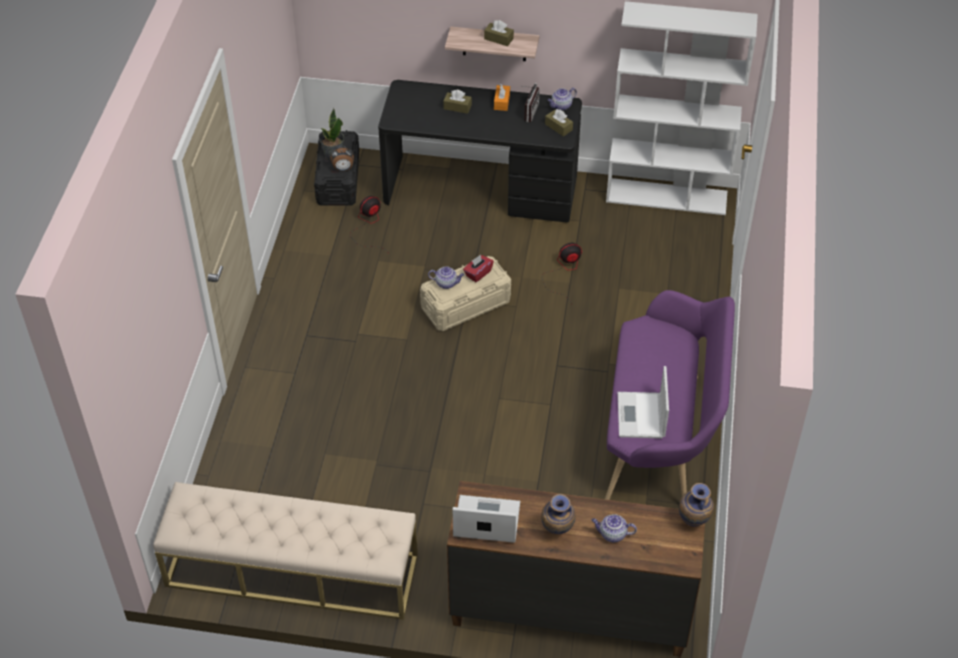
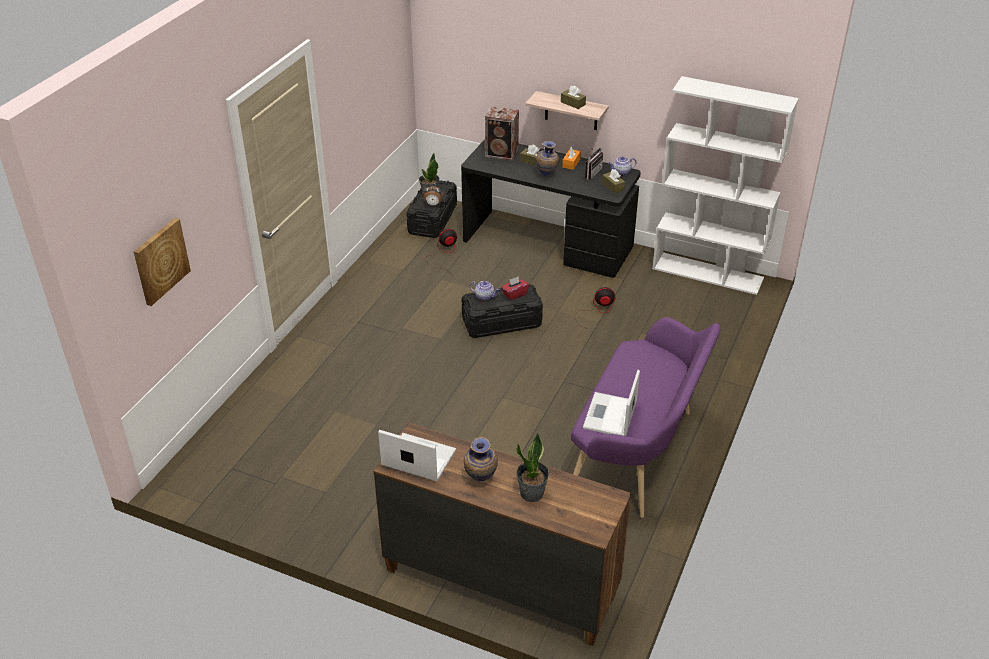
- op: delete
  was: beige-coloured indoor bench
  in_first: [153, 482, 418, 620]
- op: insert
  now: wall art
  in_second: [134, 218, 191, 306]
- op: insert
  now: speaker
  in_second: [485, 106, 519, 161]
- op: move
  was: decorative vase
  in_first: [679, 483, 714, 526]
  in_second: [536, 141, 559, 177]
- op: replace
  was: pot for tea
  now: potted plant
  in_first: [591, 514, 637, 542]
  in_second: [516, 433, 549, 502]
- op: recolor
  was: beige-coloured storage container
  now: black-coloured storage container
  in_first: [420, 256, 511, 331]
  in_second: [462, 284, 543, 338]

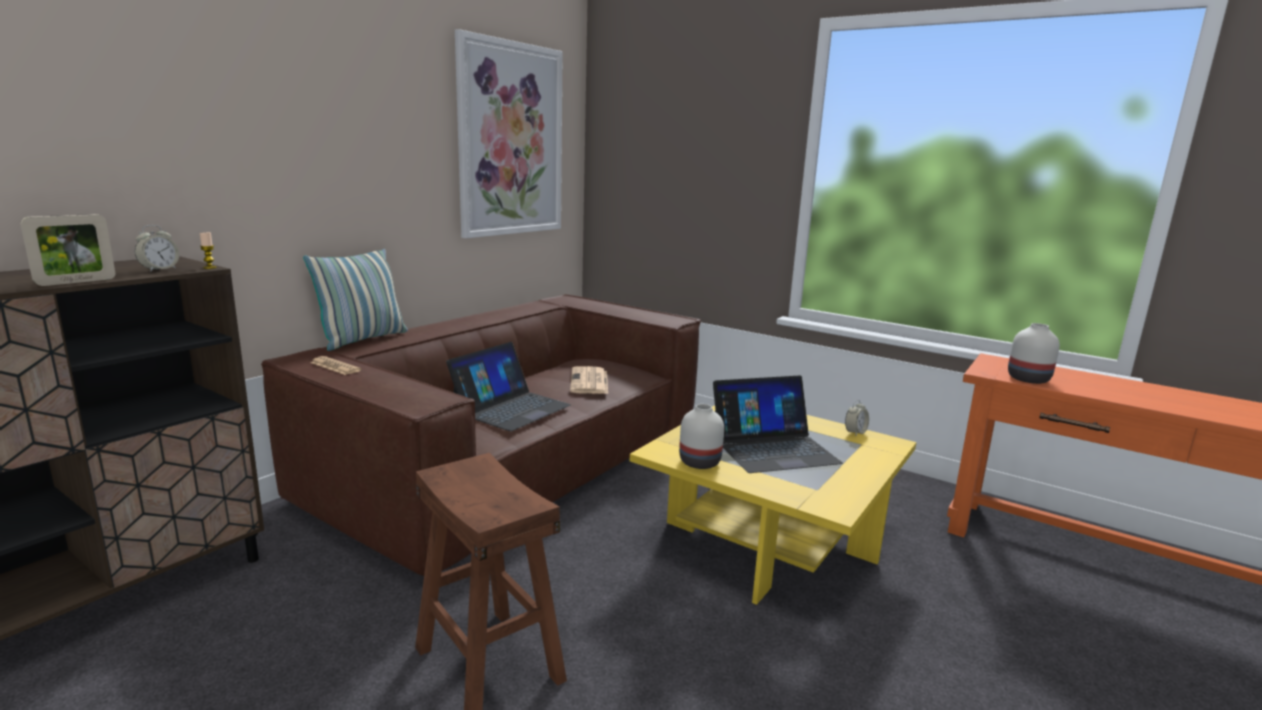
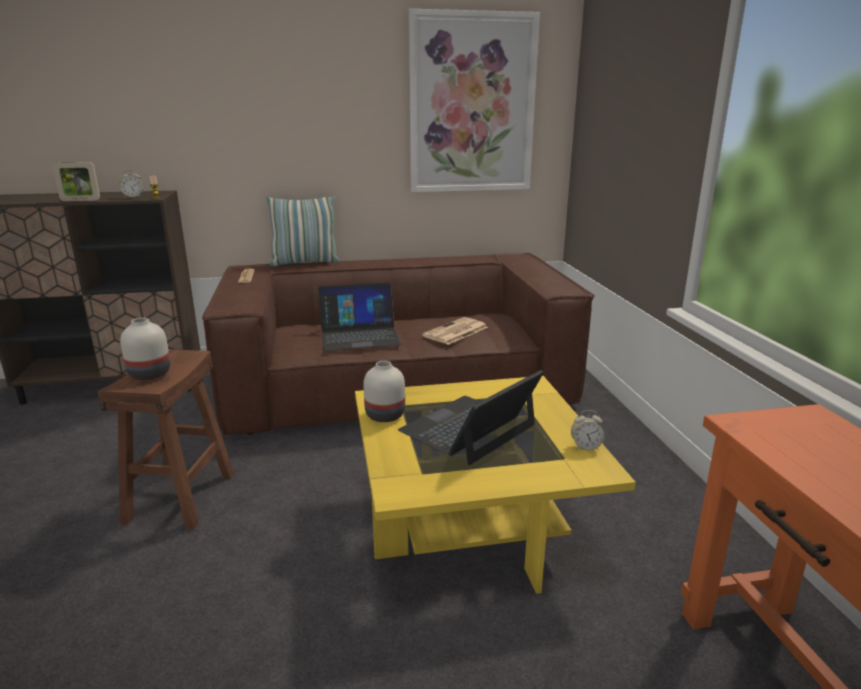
- op: move
  was: white-coloured decorative vase
  in_first: [1008, 323, 1060, 384]
  in_second: [120, 318, 170, 380]
- op: rotate
  was: laptop
  in_first: [713, 376, 843, 473]
  in_second: [398, 370, 544, 465]
  clockwise: 105

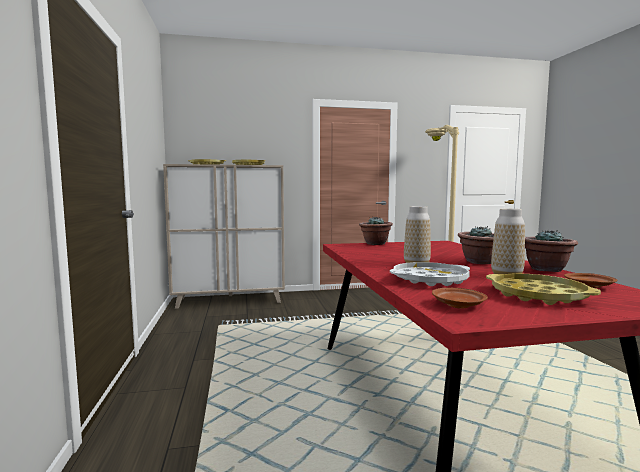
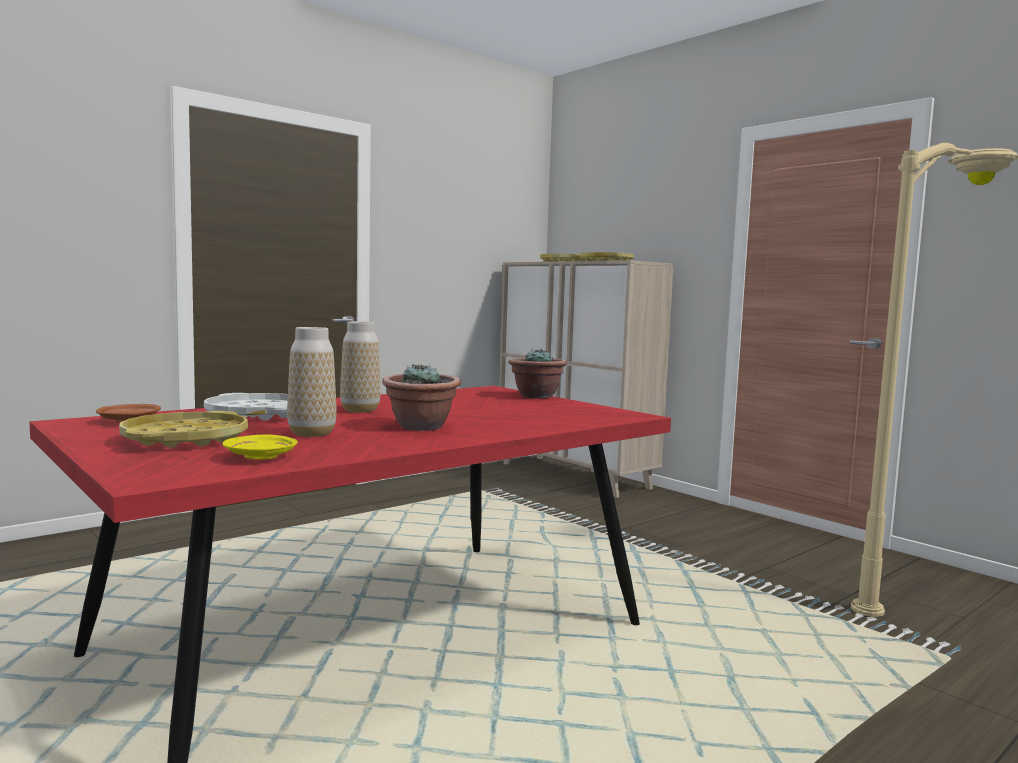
- op: delete
  was: potted plant
  in_first: [525, 229, 578, 272]
- op: recolor
  was: brown plate
  now: yellowish plate
  in_first: [564, 273, 617, 288]
  in_second: [223, 434, 298, 460]

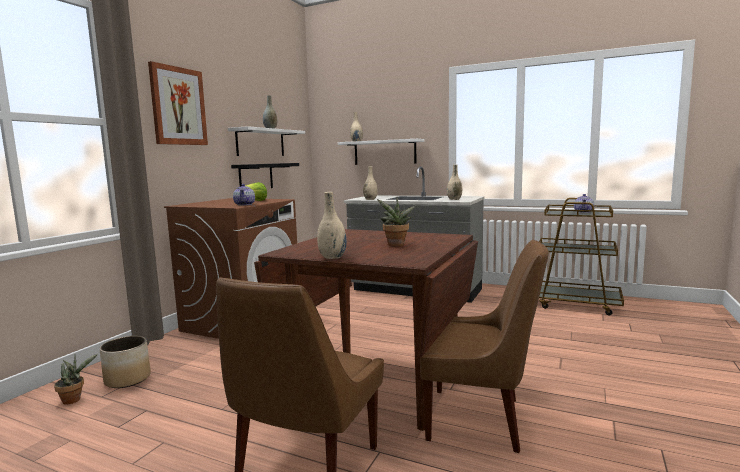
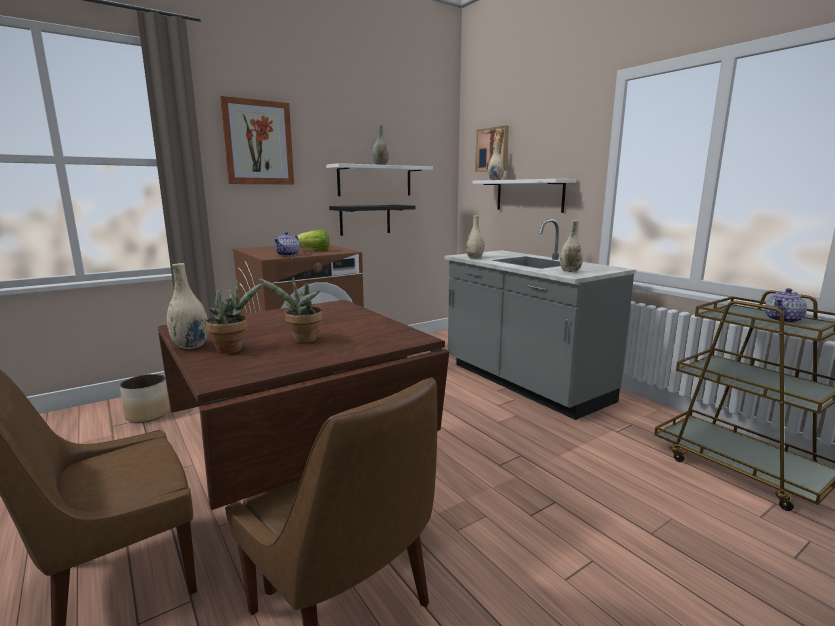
- op: insert
  now: wall art
  in_second: [475, 125, 509, 172]
- op: move
  was: potted plant
  in_first: [54, 354, 98, 405]
  in_second: [205, 279, 263, 354]

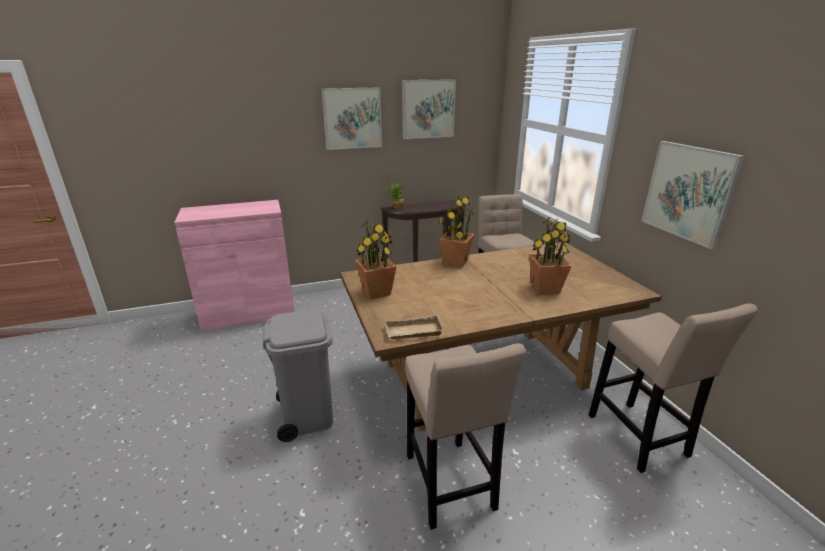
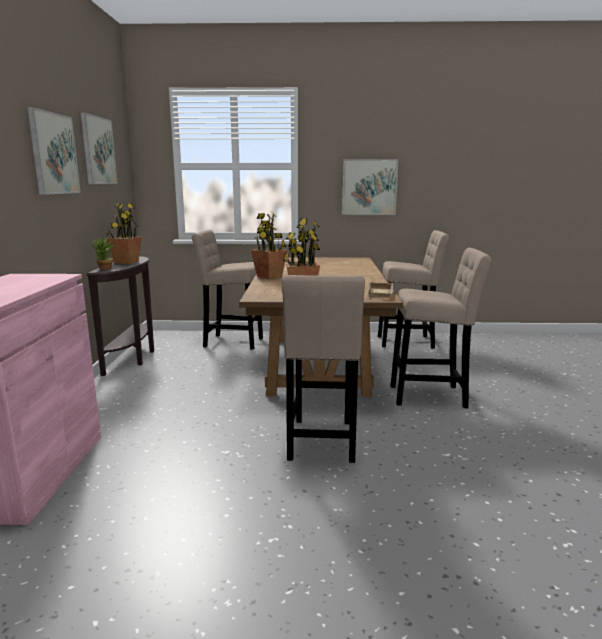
- op: move
  was: potted plant
  in_first: [529, 217, 572, 295]
  in_second: [106, 201, 142, 264]
- op: replace
  was: grey waste bin
  now: beige-coloured stool
  in_first: [263, 309, 333, 442]
  in_second: [282, 275, 365, 463]

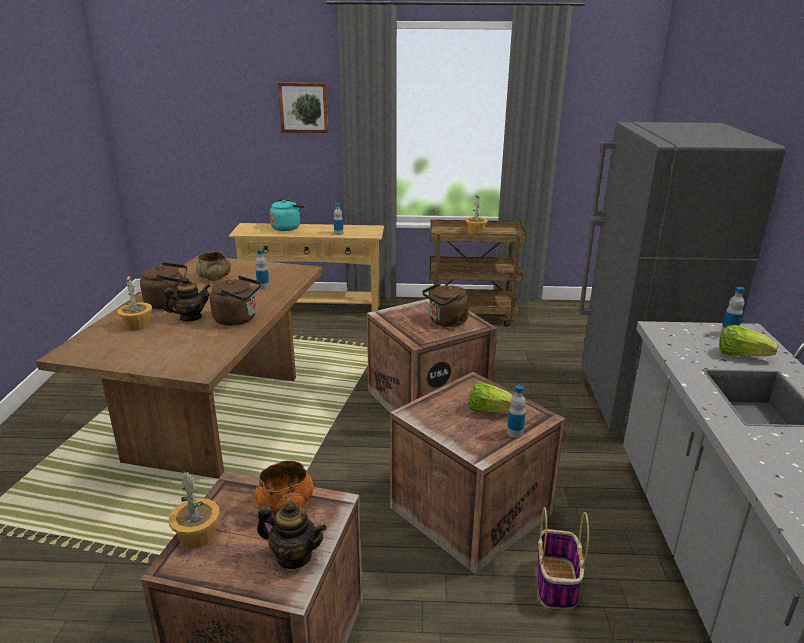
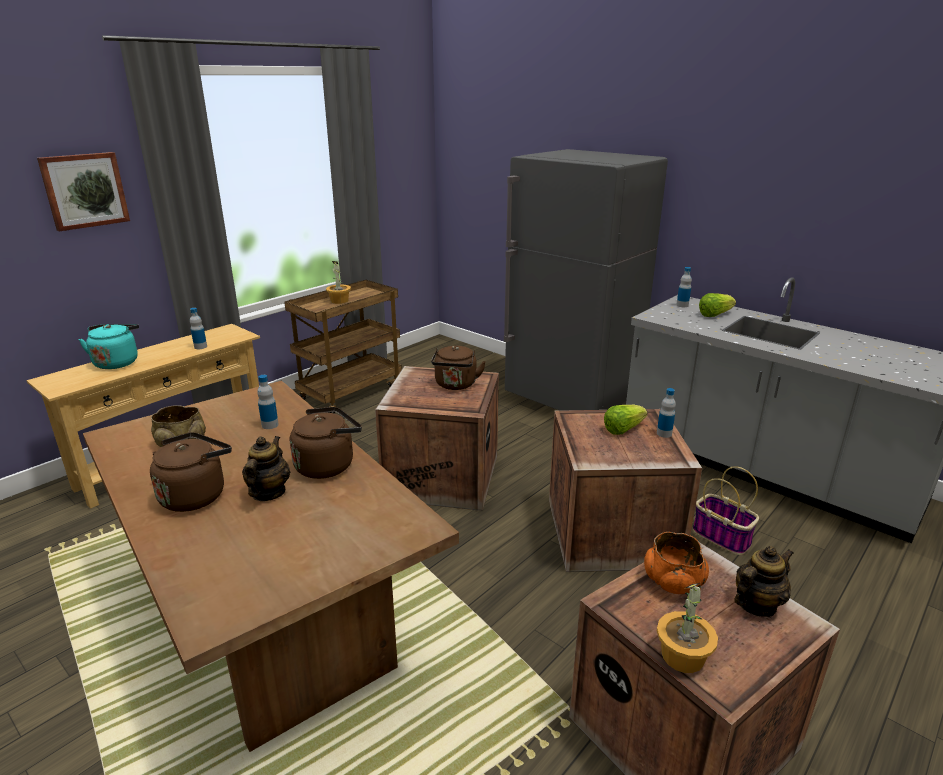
- op: delete
  was: potted plant
  in_first: [117, 274, 152, 330]

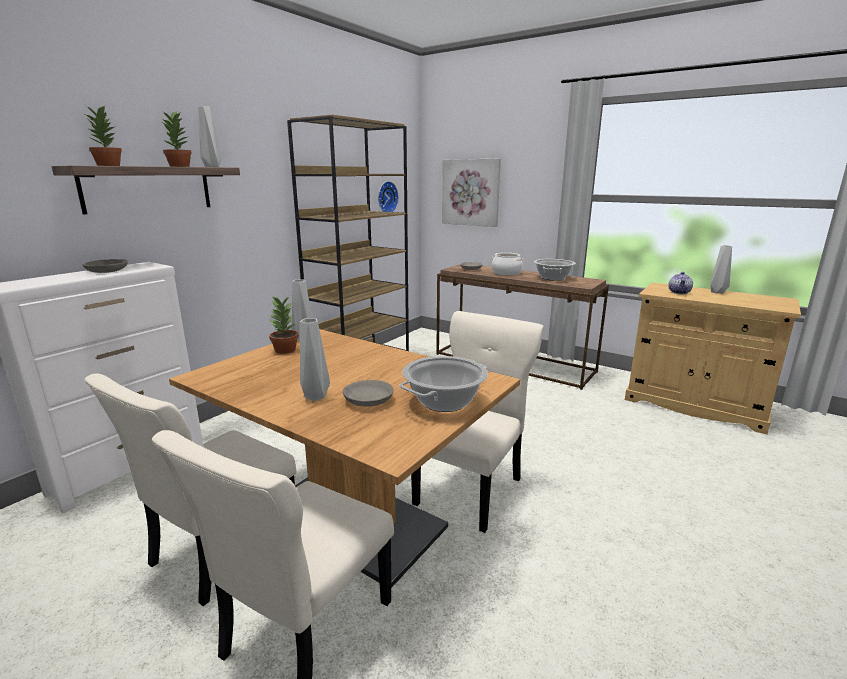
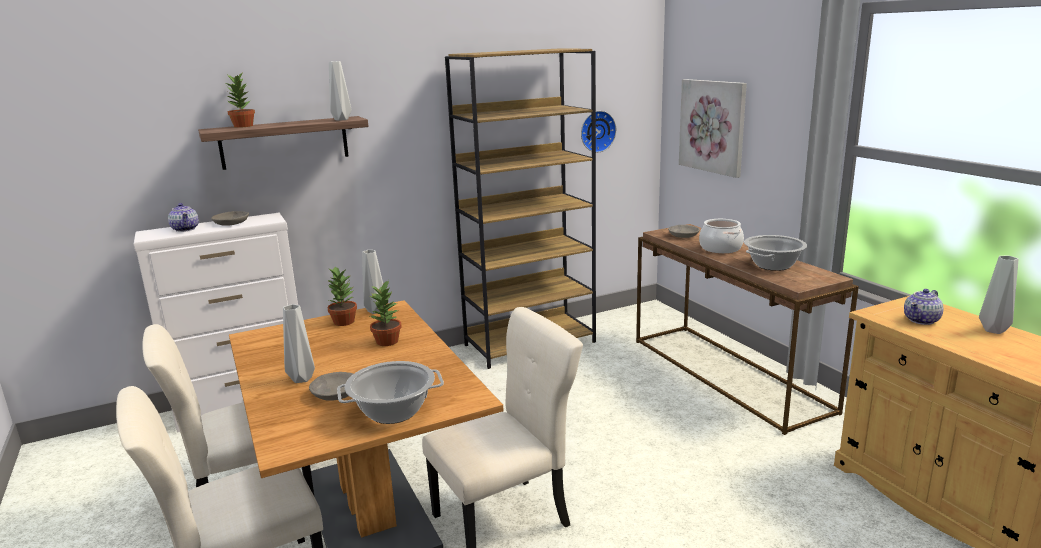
- op: insert
  now: pot for tea
  in_second: [168, 203, 199, 232]
- op: move
  was: potted plant
  in_first: [162, 110, 192, 167]
  in_second: [370, 280, 402, 346]

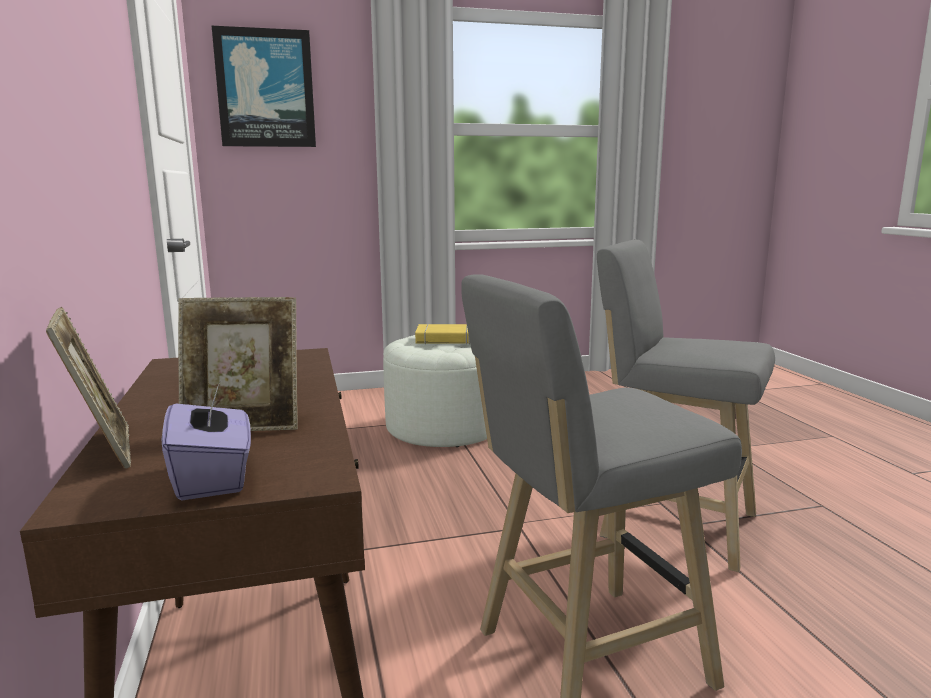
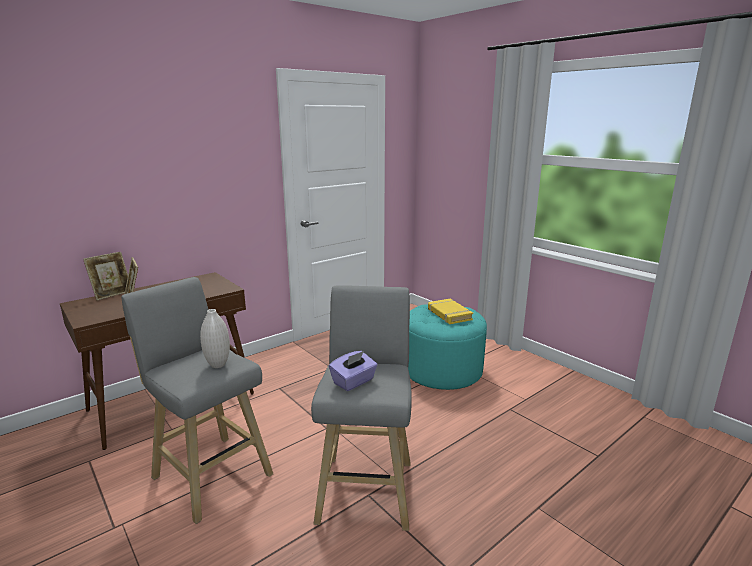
- op: delete
  was: wall art
  in_first: [212, 26, 316, 147]
- op: insert
  now: white-coloured decorative vase
  in_second: [200, 309, 230, 368]
- op: move
  was: purple tissue box
  in_first: [161, 382, 251, 500]
  in_second: [329, 351, 378, 391]
- op: recolor
  was: white-coloured pouffe
  now: turquoise-coloured pouffe
  in_first: [383, 335, 487, 447]
  in_second: [408, 304, 487, 390]

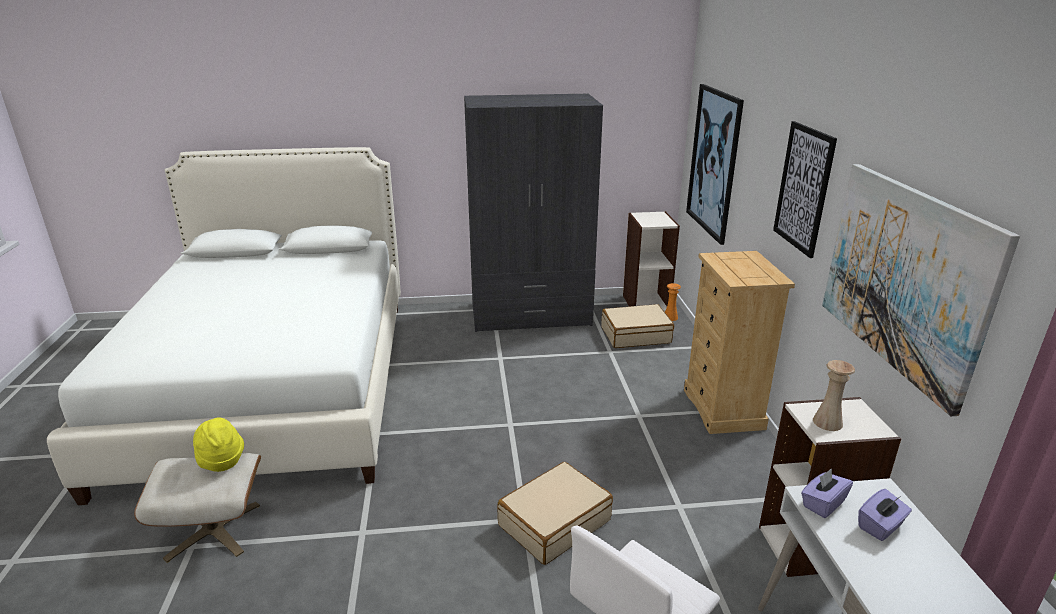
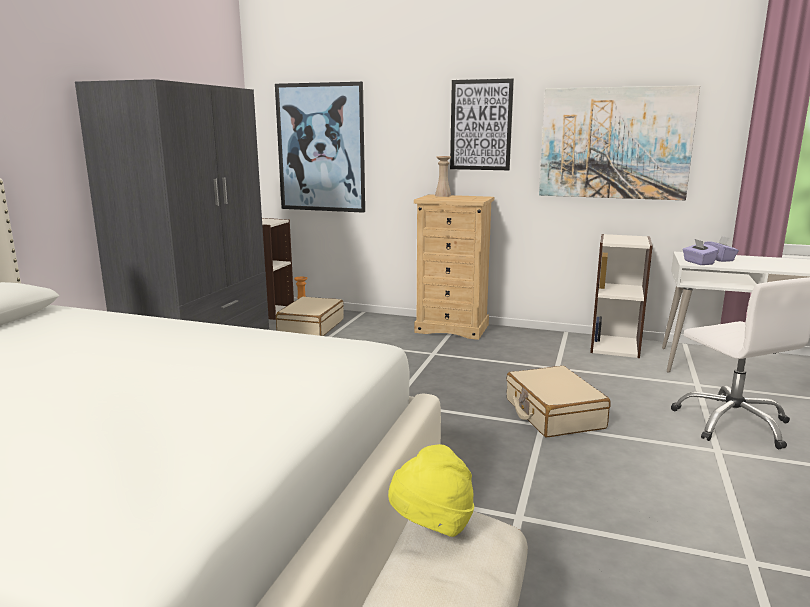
- op: move
  was: beige-coloured decorative vase
  in_first: [813, 360, 855, 431]
  in_second: [435, 156, 451, 197]

